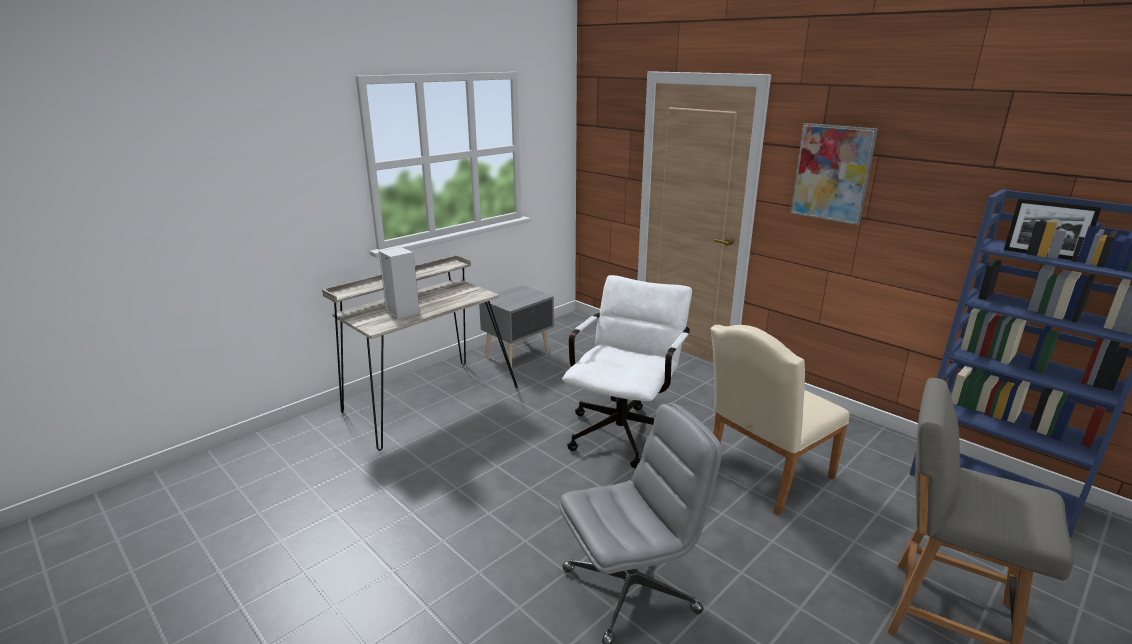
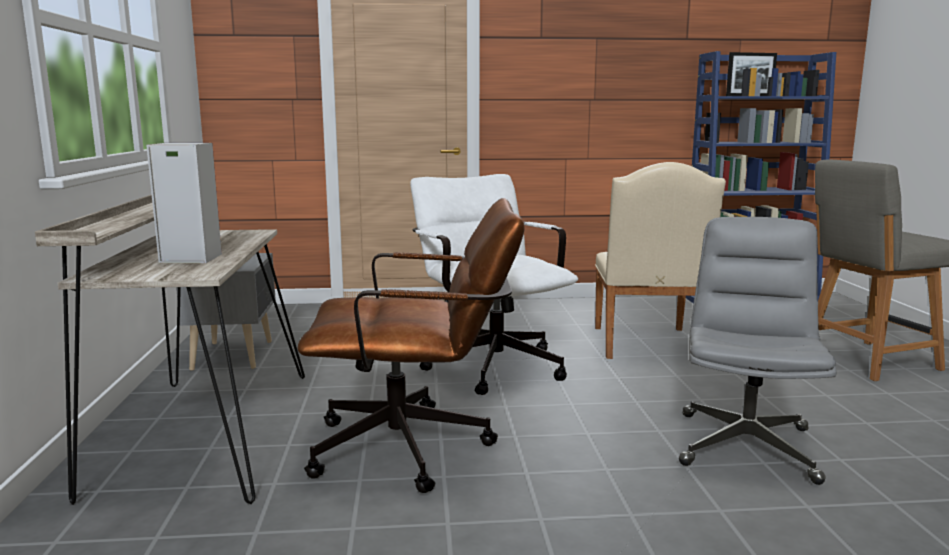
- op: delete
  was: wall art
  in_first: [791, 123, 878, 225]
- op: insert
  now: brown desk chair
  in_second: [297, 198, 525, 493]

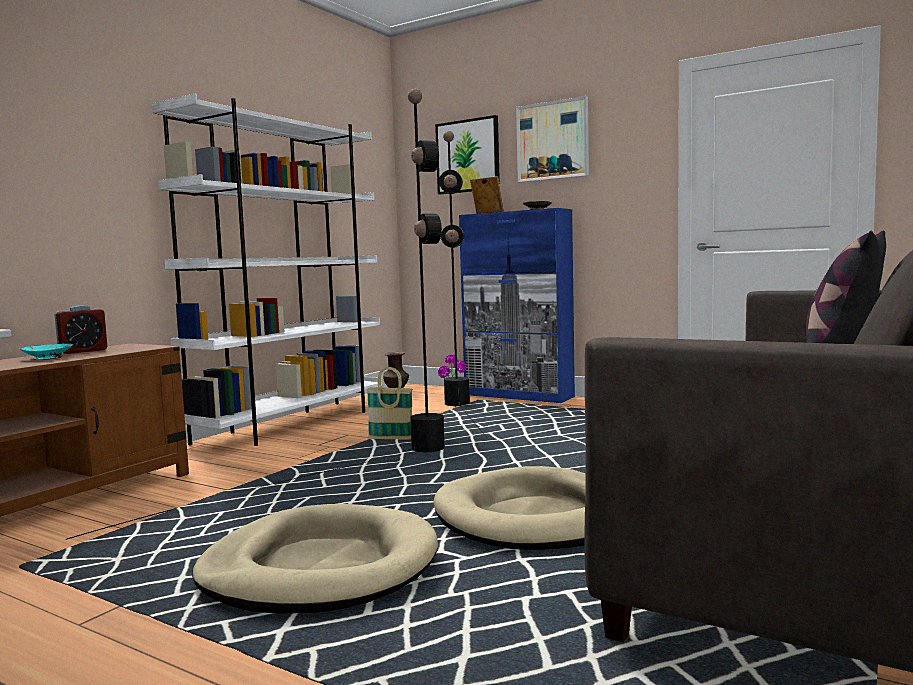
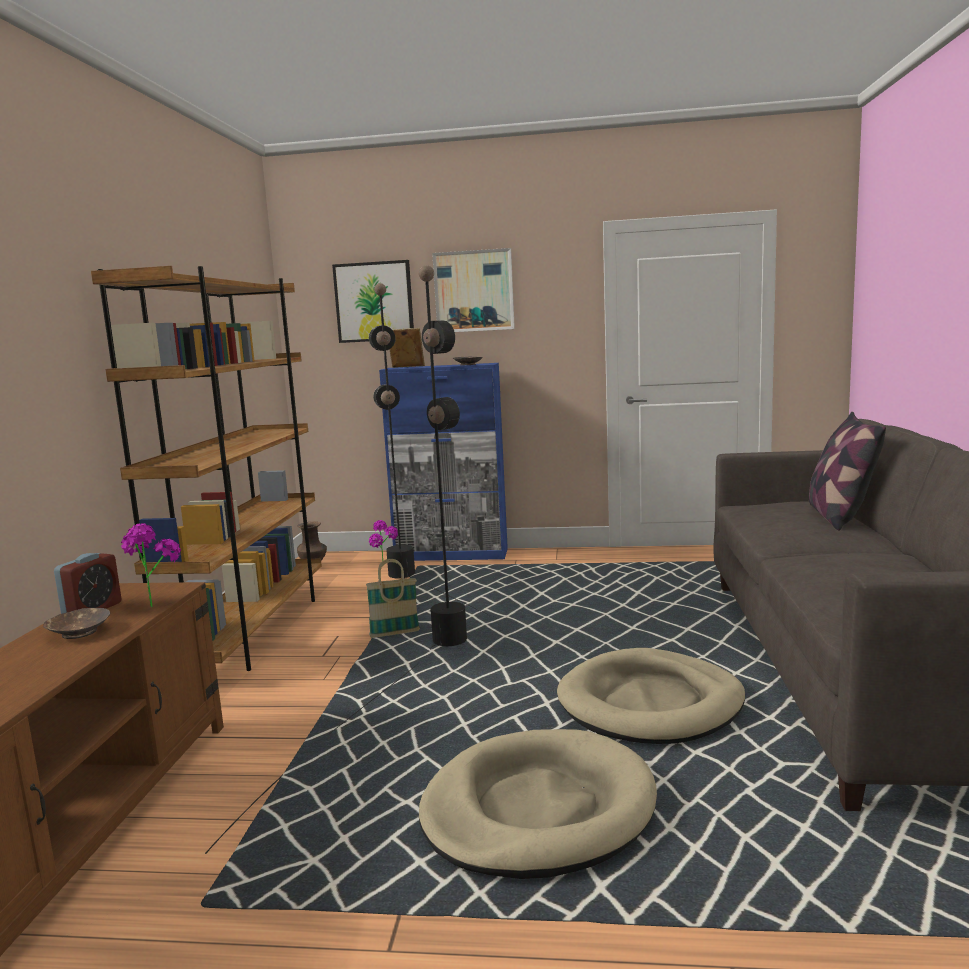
- op: insert
  now: potted plant
  in_second: [121, 523, 181, 608]
- op: recolor
  was: turquoise-coloured serving bowl
  now: brown serving bowl
  in_first: [20, 344, 73, 360]
  in_second: [43, 608, 110, 639]
- op: recolor
  was: white-coloured shelving unit
  now: brown shelving unit
  in_first: [152, 93, 383, 446]
  in_second: [91, 266, 322, 671]

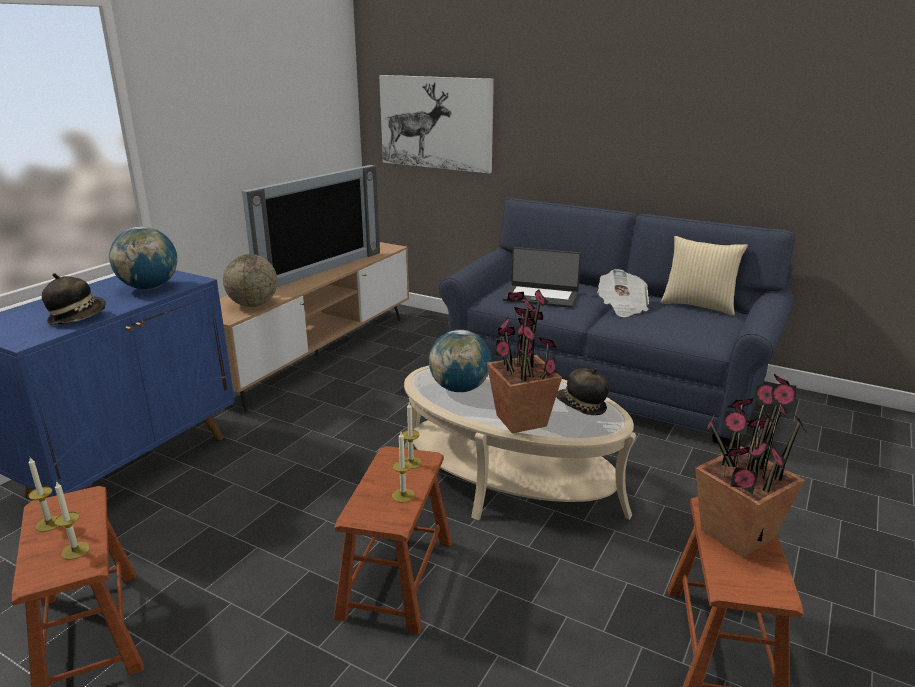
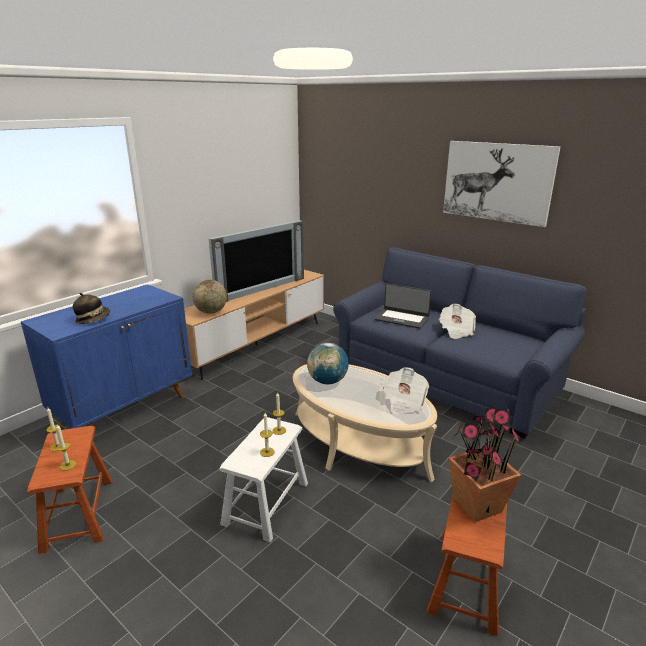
- op: delete
  was: globe
  in_first: [109, 227, 177, 290]
- op: delete
  was: potted plant
  in_first: [487, 289, 562, 433]
- op: delete
  was: pillow
  in_first: [661, 236, 748, 316]
- op: move
  was: wall art
  in_first: [379, 75, 494, 174]
  in_second: [443, 141, 560, 227]
- op: replace
  was: wearable hat
  now: daily paper
  in_first: [556, 368, 609, 415]
  in_second: [383, 367, 429, 414]
- op: recolor
  was: brown stool
  now: white-coloured stool
  in_first: [333, 446, 452, 634]
  in_second: [219, 417, 308, 542]

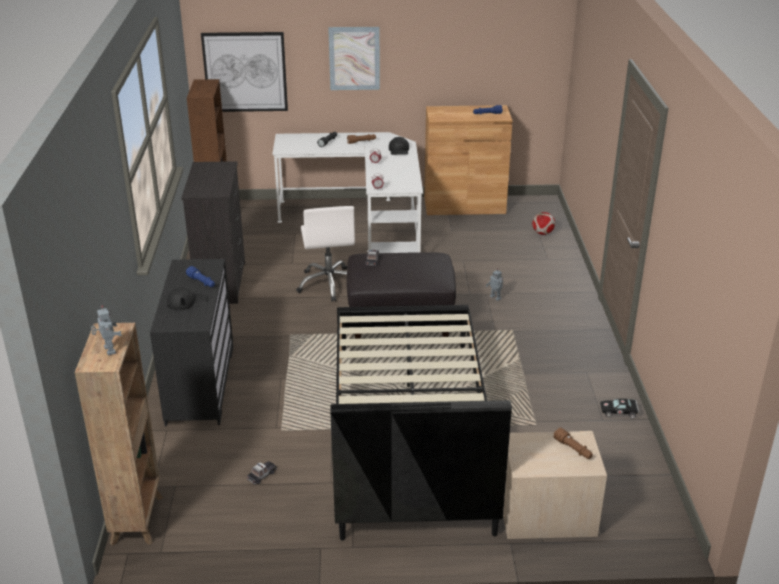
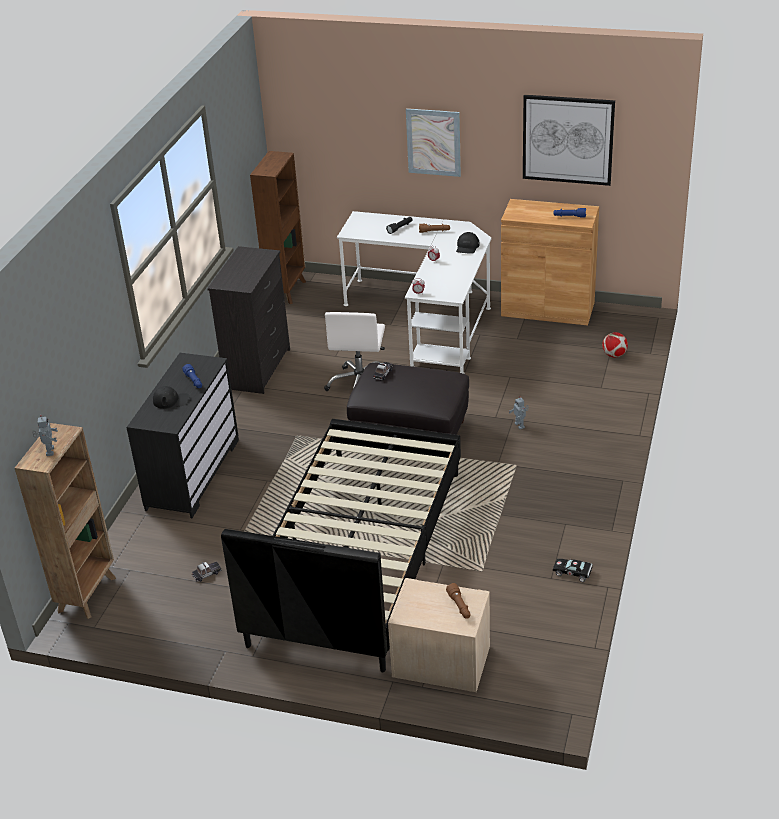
- op: move
  was: wall art
  in_first: [201, 32, 288, 112]
  in_second: [523, 95, 615, 186]

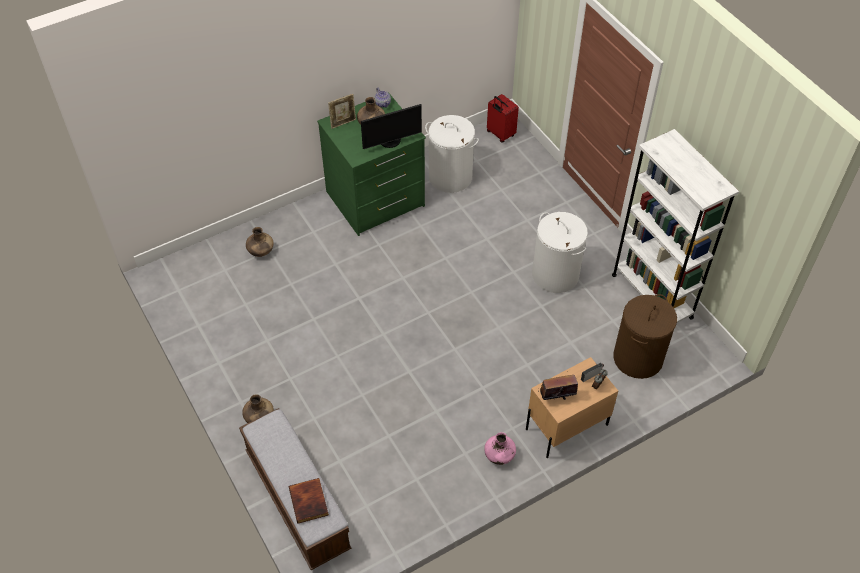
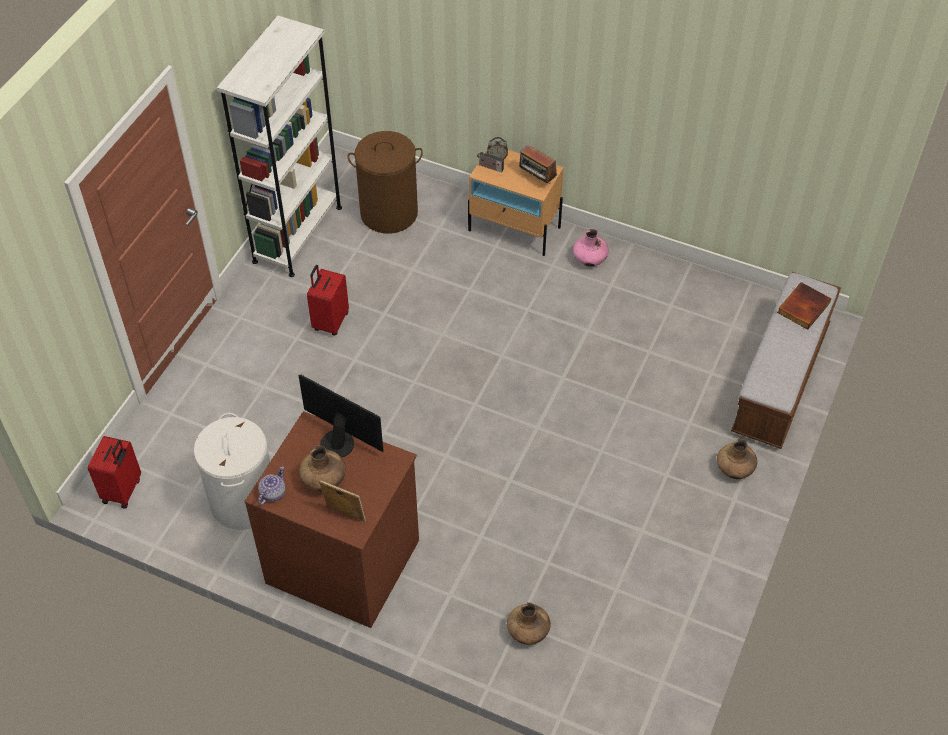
- op: replace
  was: white-coloured washing basket
  now: red-coloured travel case
  in_first: [532, 212, 588, 293]
  in_second: [307, 265, 349, 336]
- op: recolor
  was: greenish dresser
  now: brown dresser
  in_first: [317, 92, 426, 236]
  in_second: [245, 411, 419, 628]

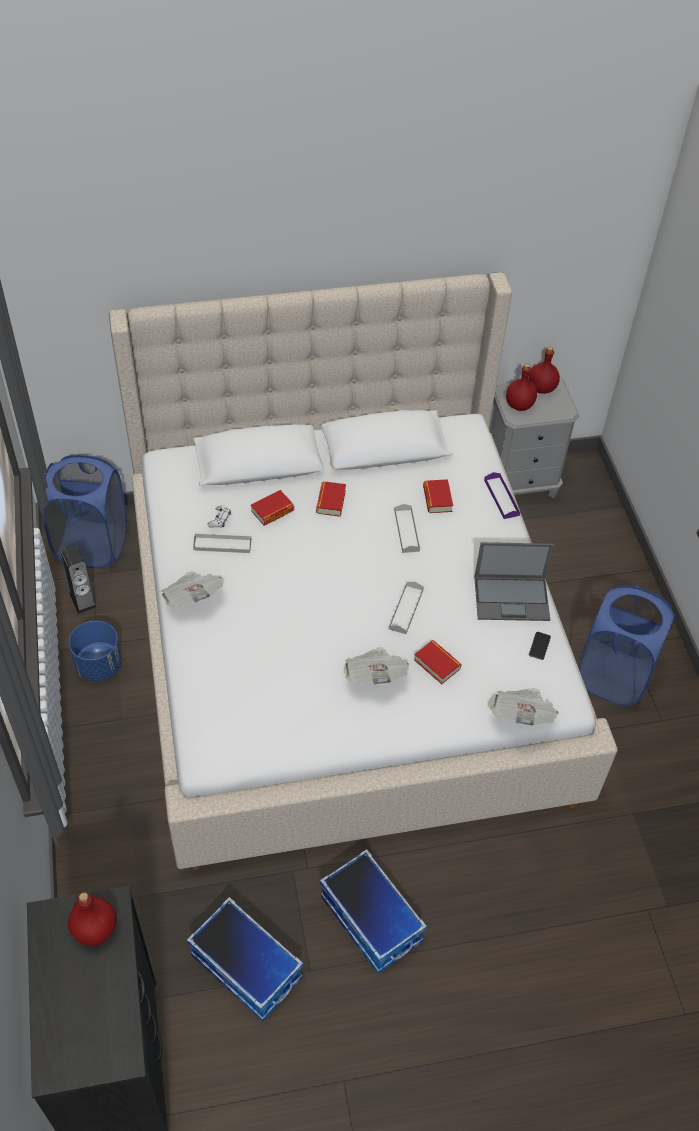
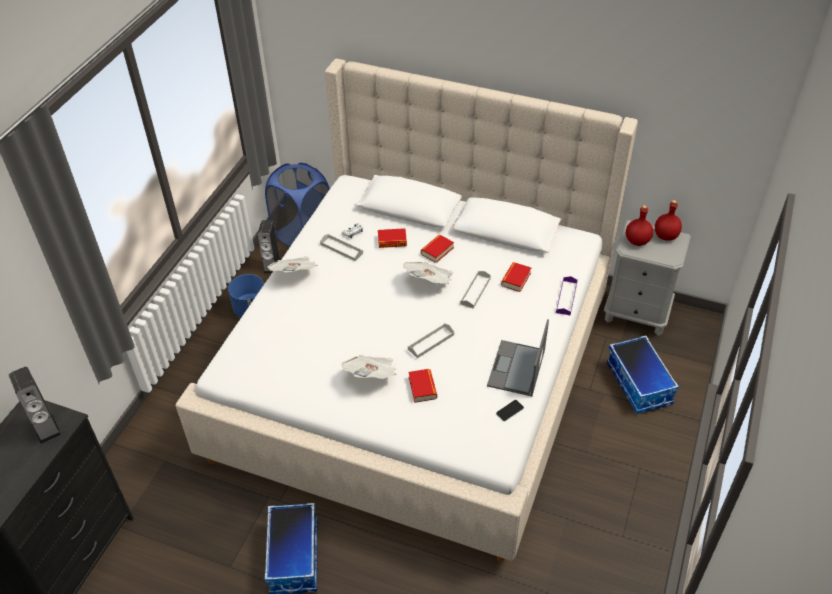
- op: delete
  was: bluish washing basket
  in_first: [578, 585, 676, 706]
- op: move
  was: storage container
  in_first: [187, 897, 303, 1022]
  in_second: [607, 336, 679, 414]
- op: move
  was: daily paper
  in_first: [491, 688, 559, 727]
  in_second: [403, 262, 453, 284]
- op: replace
  was: red-coloured beverage bottle
  now: speaker
  in_first: [68, 892, 117, 946]
  in_second: [9, 367, 62, 444]
- op: rotate
  was: laptop
  in_first: [474, 542, 554, 621]
  in_second: [487, 319, 549, 397]
  clockwise: 75

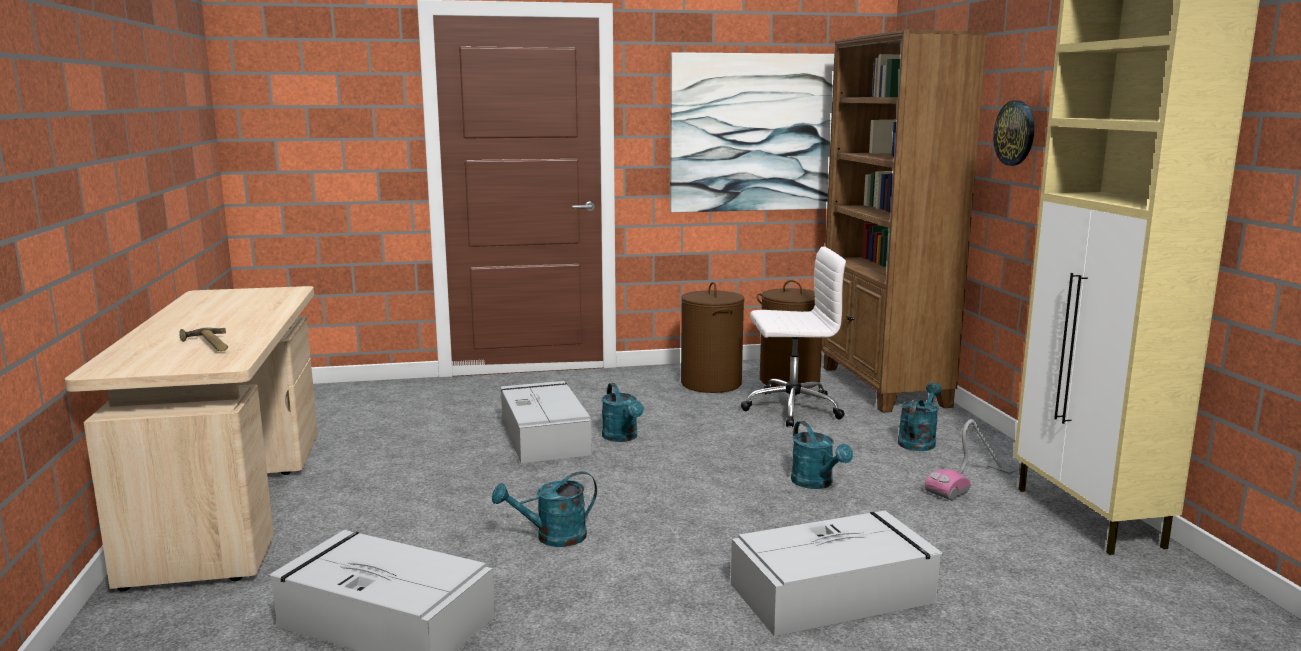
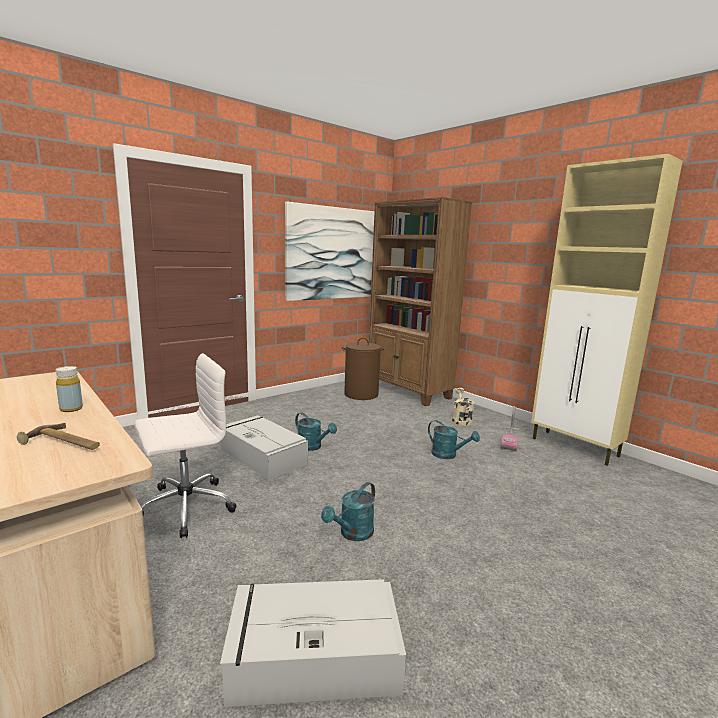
- op: delete
  was: brown washing basket
  in_first: [681, 282, 744, 393]
- op: delete
  was: grey storage container
  in_first: [731, 511, 943, 636]
- op: delete
  was: clock on the wall
  in_first: [993, 100, 1034, 166]
- op: insert
  now: yellowish beverage bottle
  in_second: [56, 366, 83, 412]
- op: move
  was: white-coloured desk chair
  in_first: [741, 246, 846, 427]
  in_second: [134, 353, 237, 538]
- op: recolor
  was: turquoise-coloured watering can
  now: beige-coloured watering can
  in_first: [898, 383, 942, 451]
  in_second: [452, 388, 474, 426]

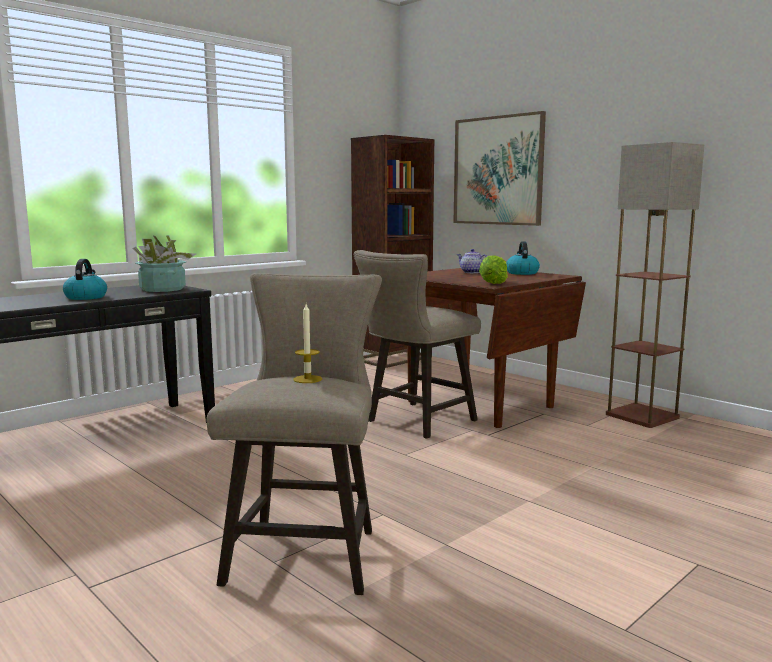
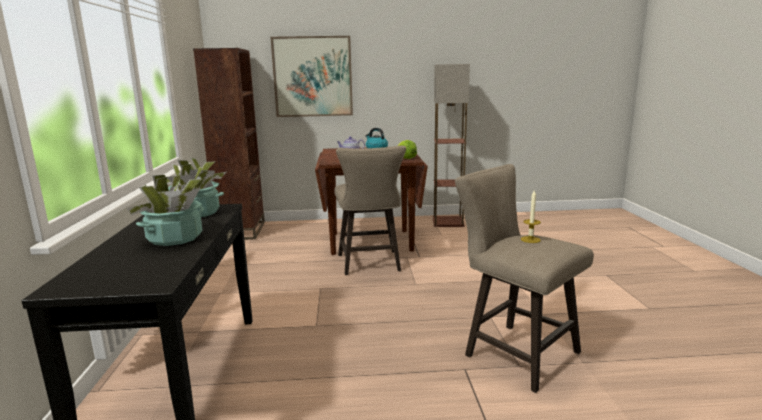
- op: replace
  was: kettle
  now: potted plant
  in_first: [63, 259, 107, 300]
  in_second: [127, 175, 205, 246]

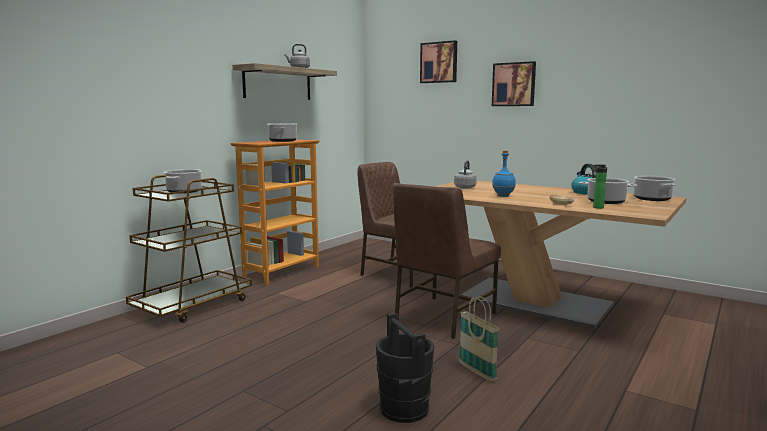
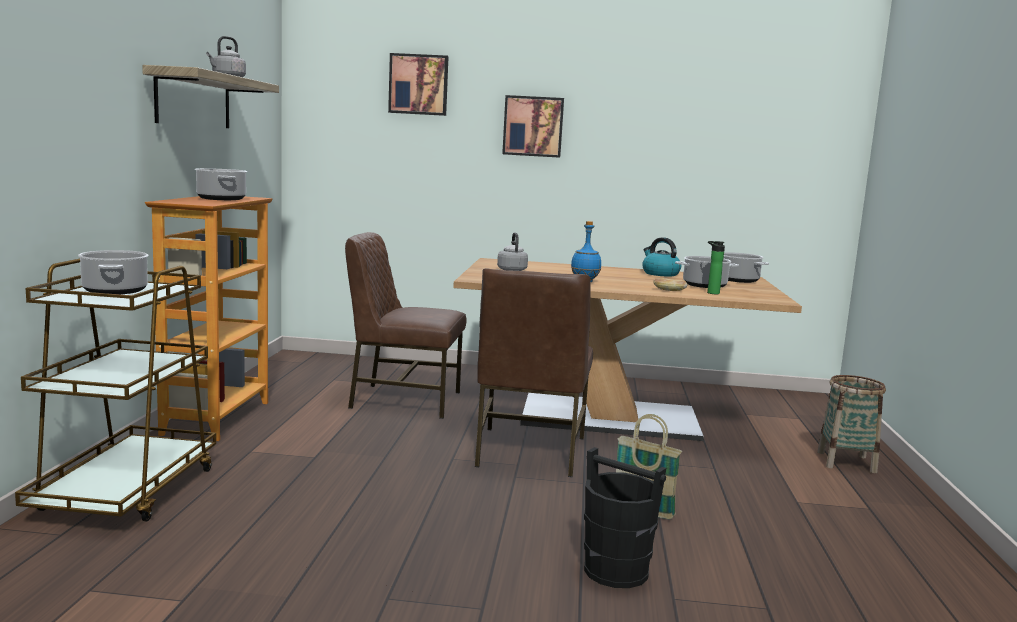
- op: insert
  now: basket
  in_second: [817, 375, 886, 473]

